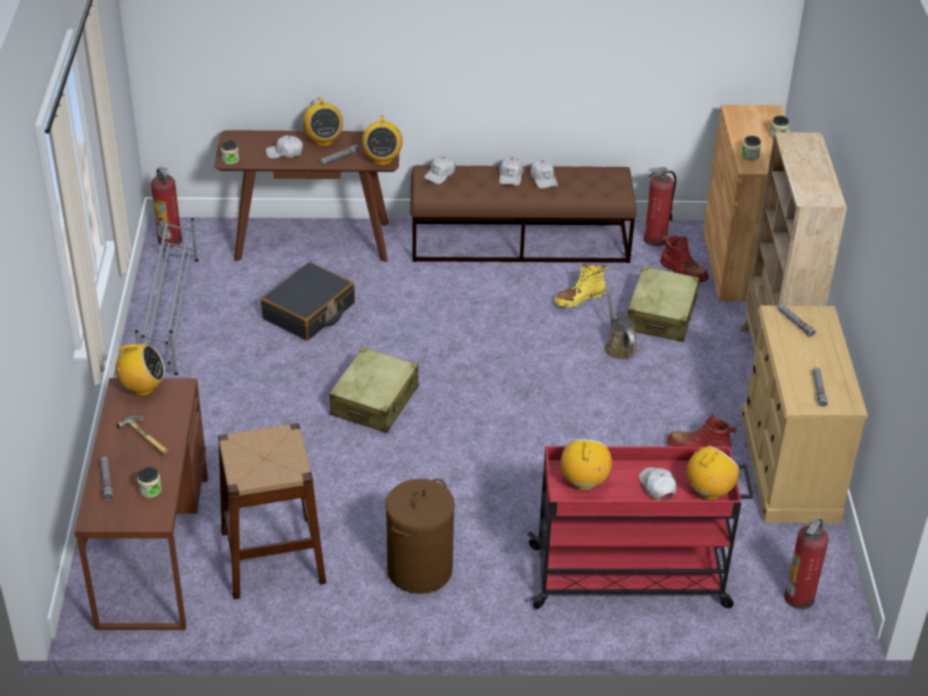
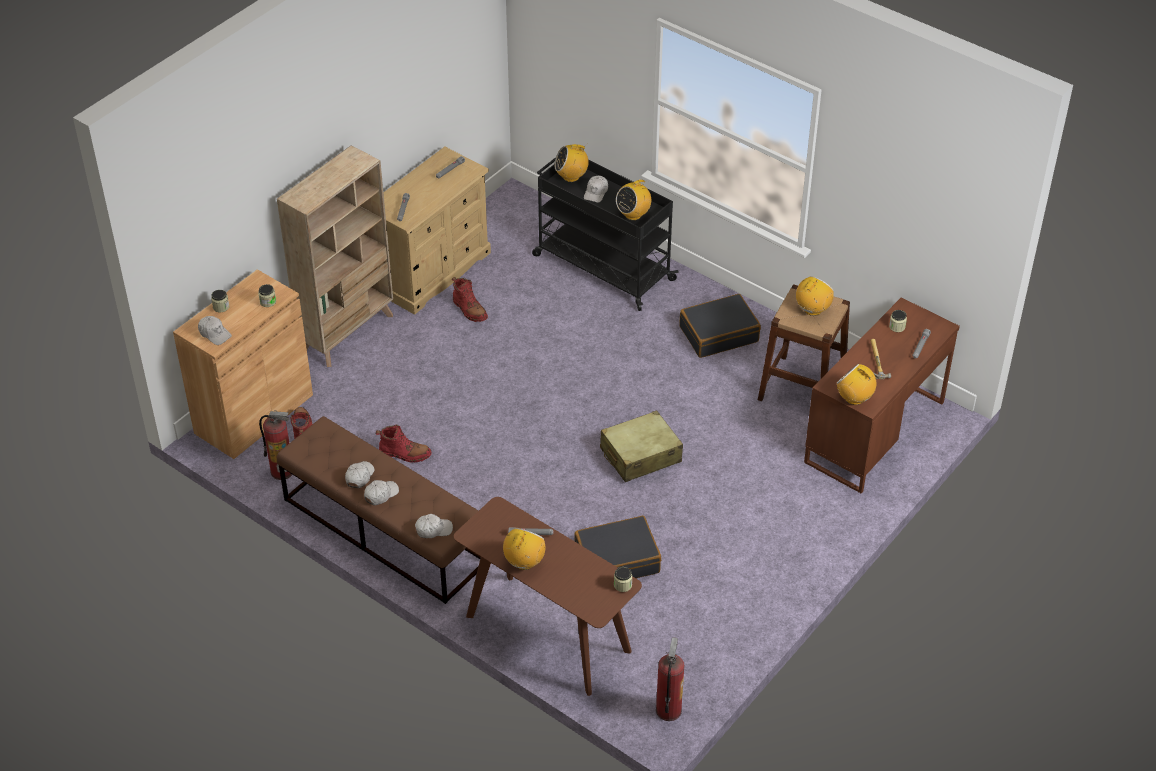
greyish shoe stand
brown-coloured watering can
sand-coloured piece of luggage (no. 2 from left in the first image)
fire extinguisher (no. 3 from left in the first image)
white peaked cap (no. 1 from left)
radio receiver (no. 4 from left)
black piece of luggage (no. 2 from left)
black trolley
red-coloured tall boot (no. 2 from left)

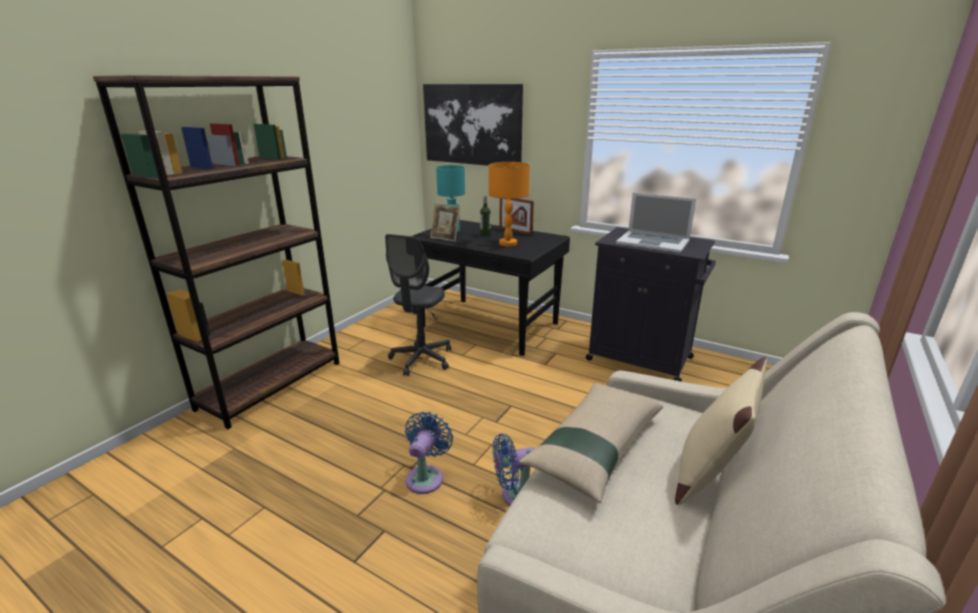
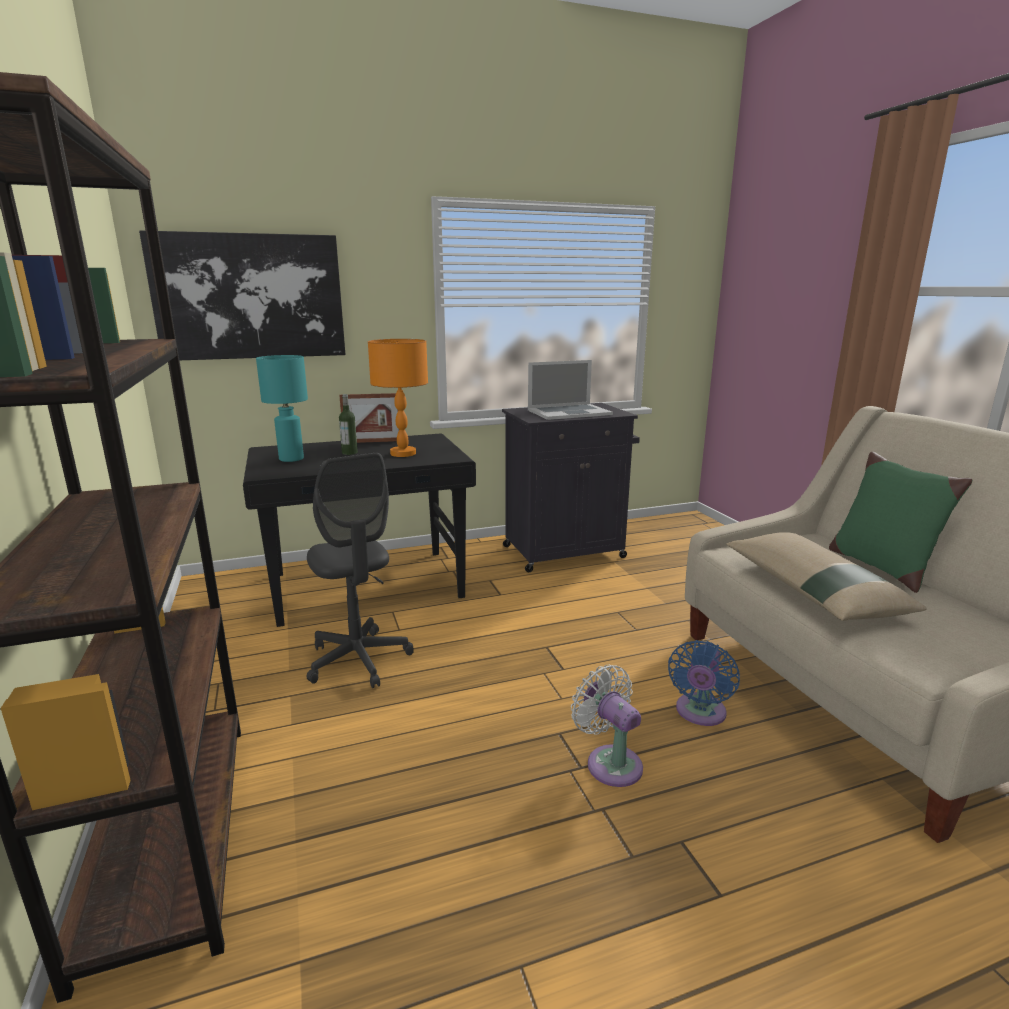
picture frame (no. 1 from left in the first image)
white cooling fan
greenish cushion

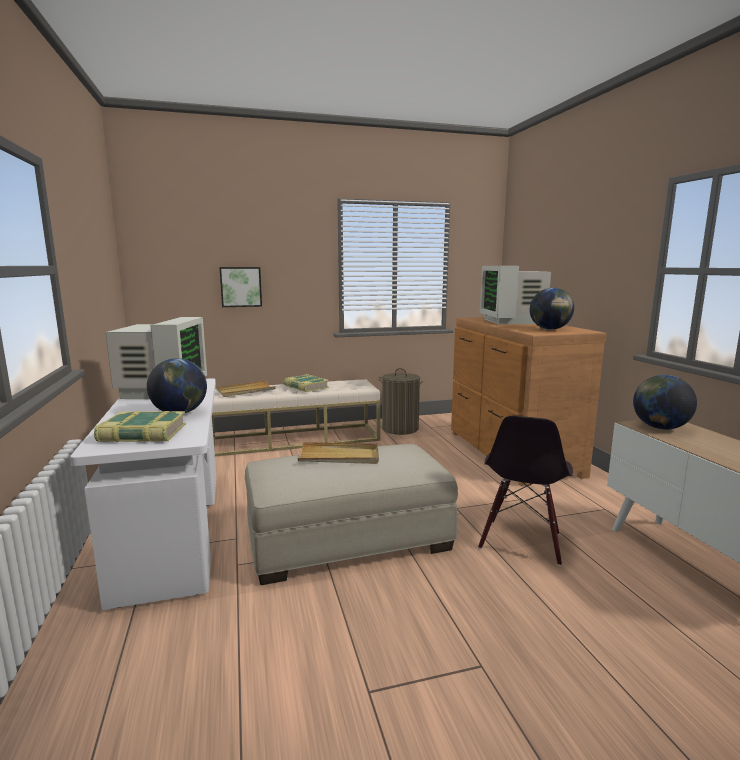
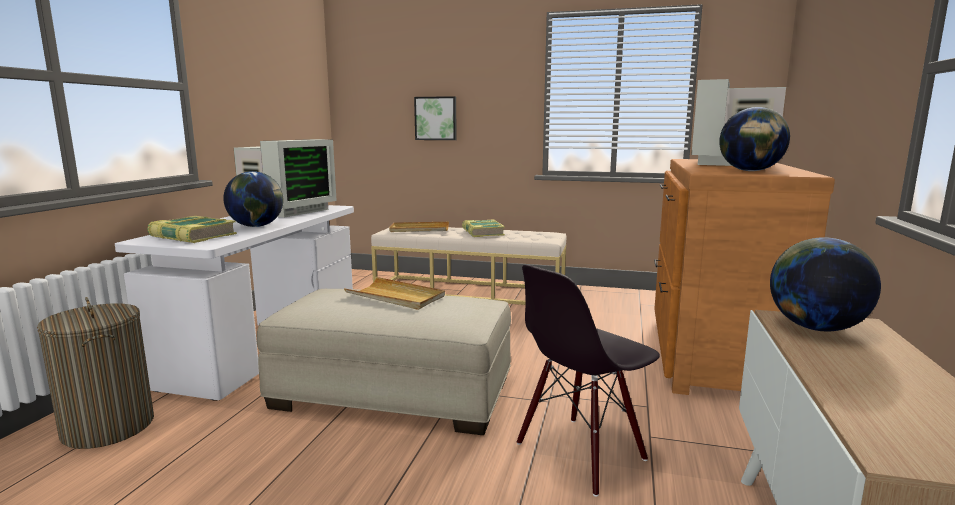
washing basket

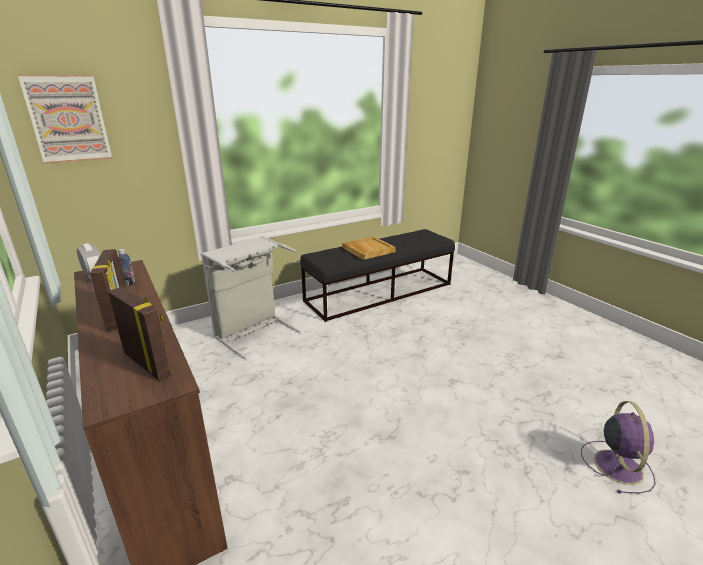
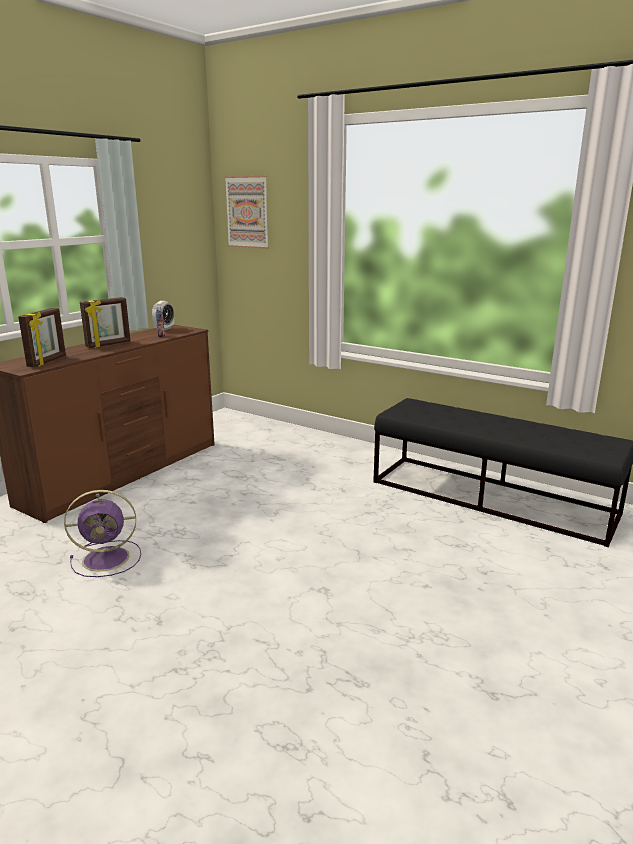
greyish washing basket
sand-coloured tray
purple-coloured cooling fan

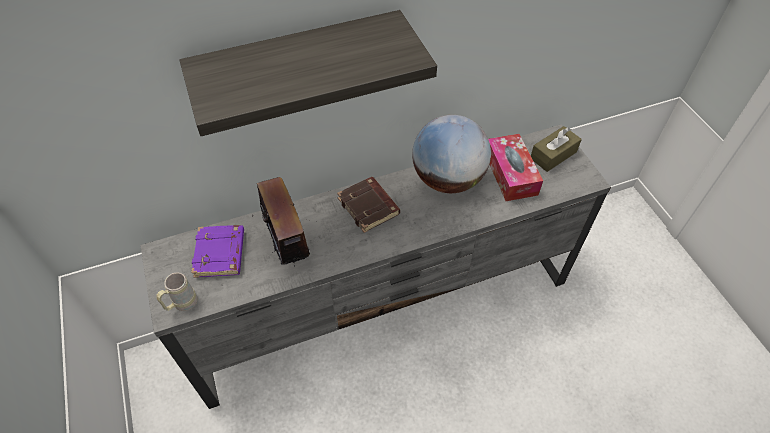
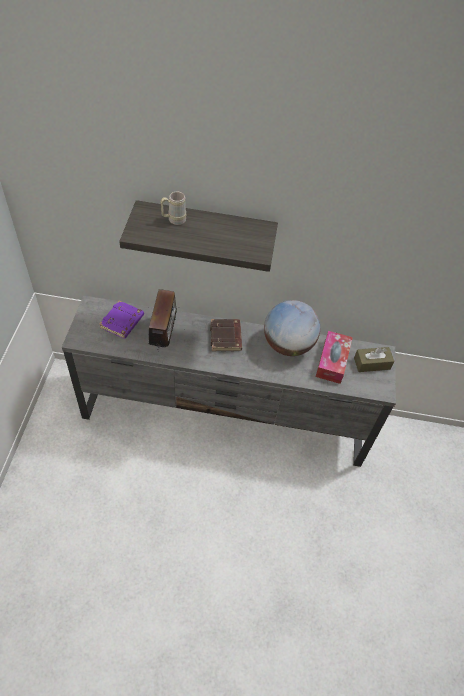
sand-coloured coffee mug

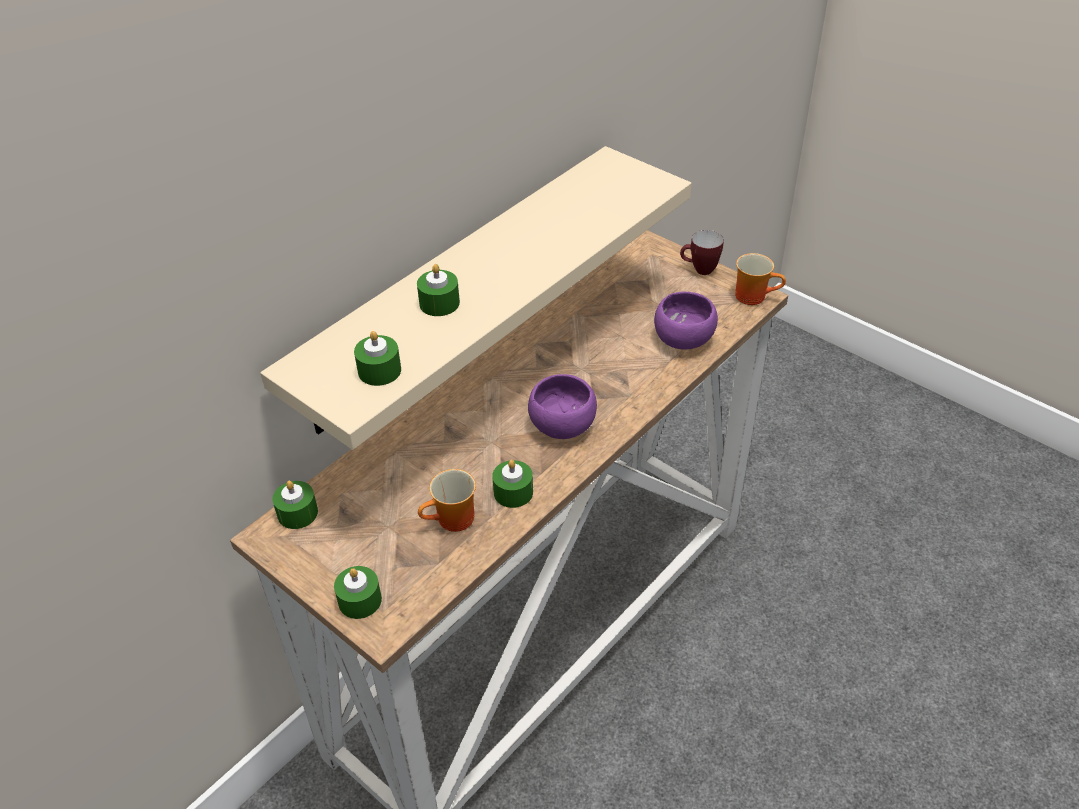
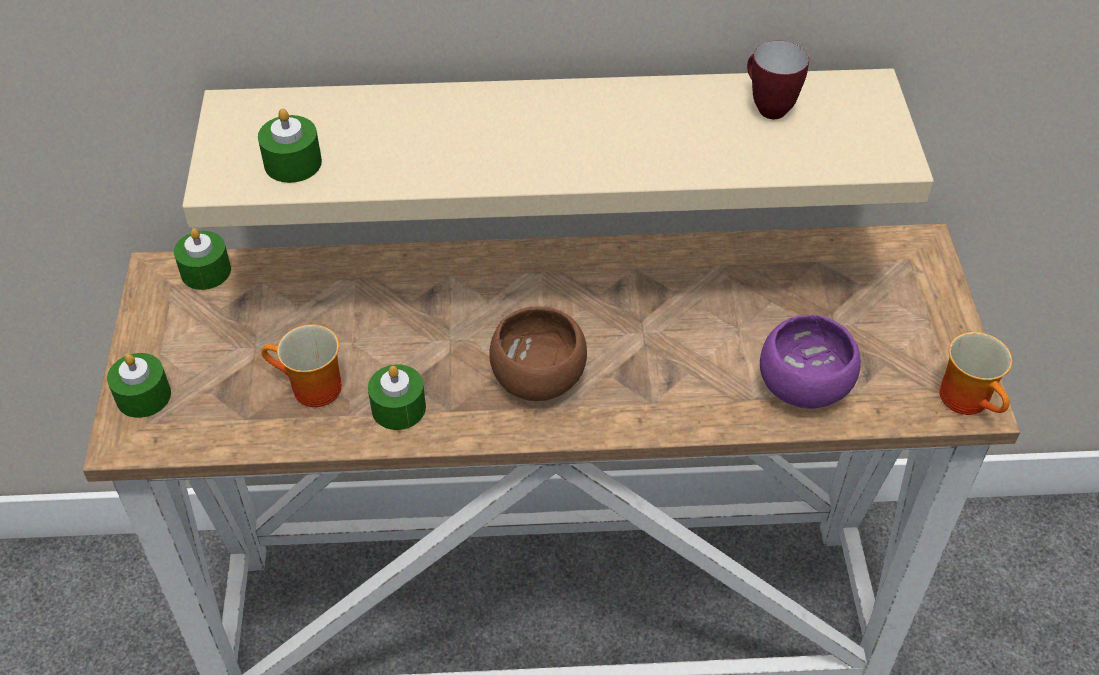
greenish wax light (no. 4 from left in the first image)
coffee mug (no. 2 from left)
brown-coloured serving bowl

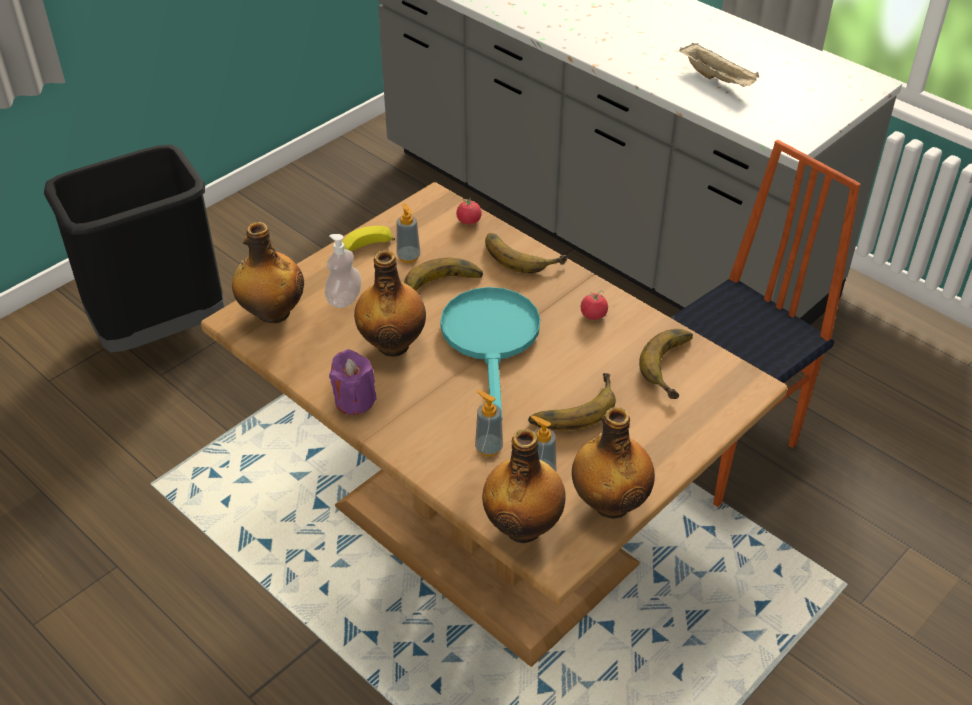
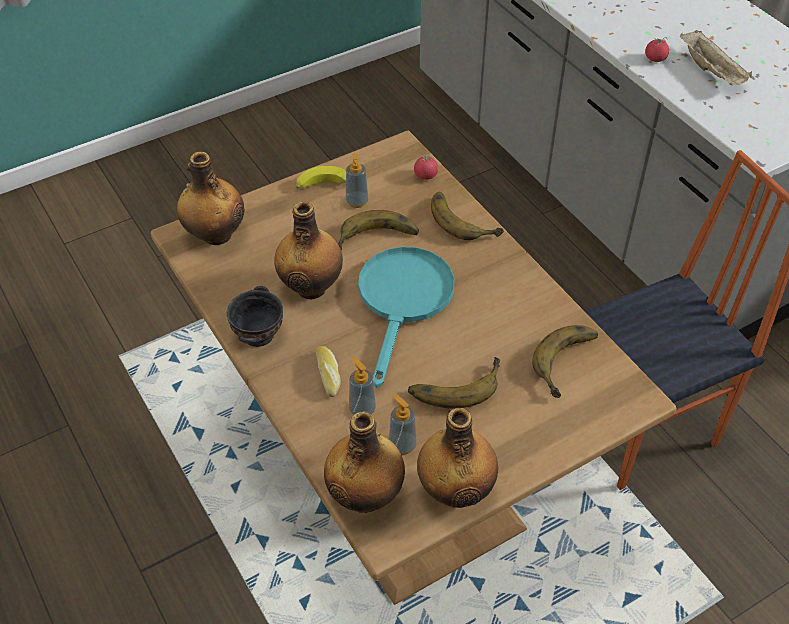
black waste bin
soap dispenser (no. 1 from left in the first image)
baked bread
whole tomato (no. 2 from left)
black serving bowl

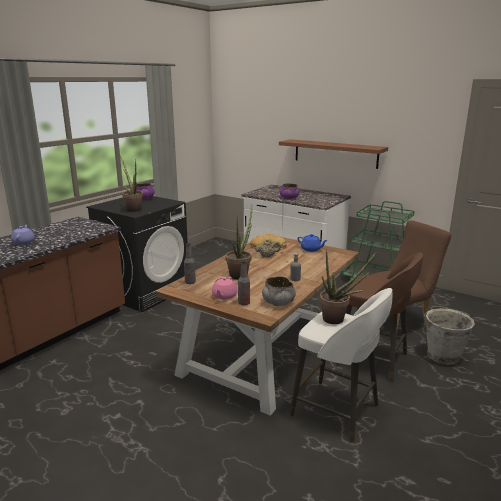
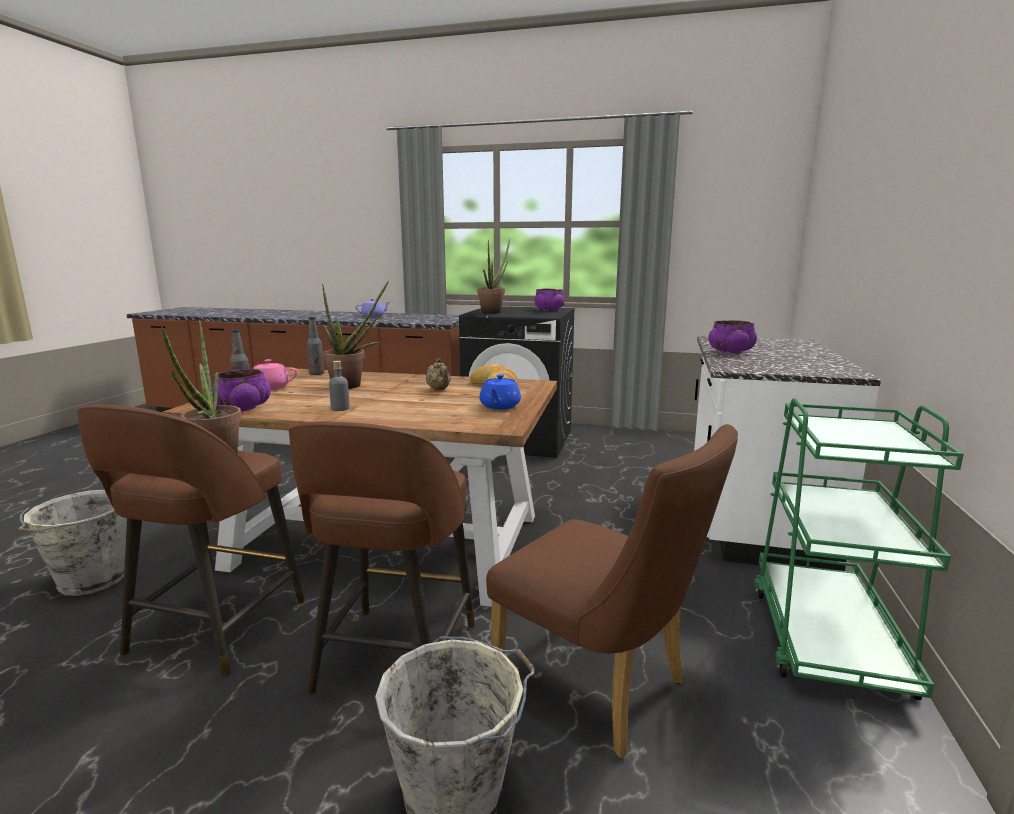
brown-coloured shelf
greyish bucket (no. 1 from left)
purple-coloured serving bowl (no. 1 from left)
brown-coloured stool seat (no. 1 from left)

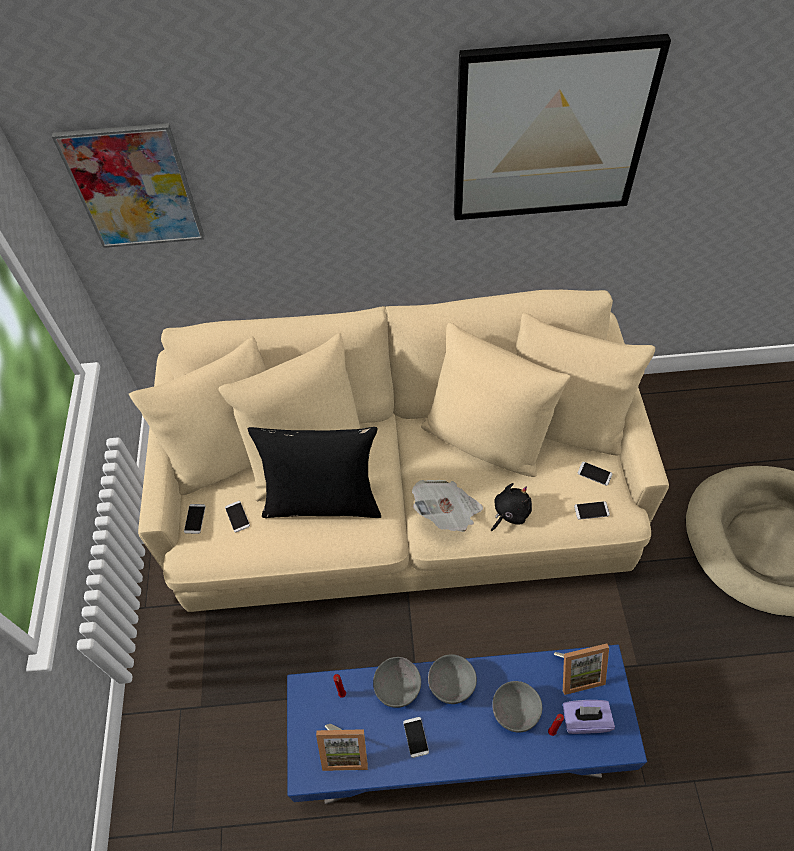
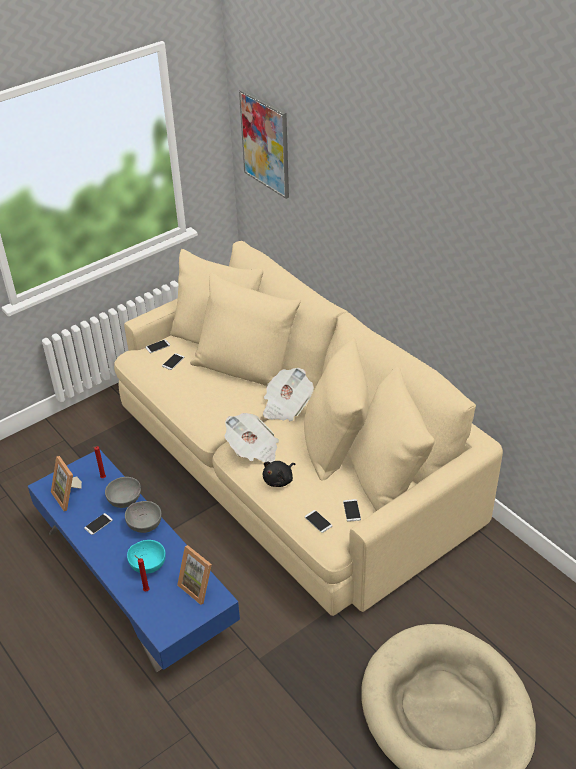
black cushion
wall art (no. 2 from left in the first image)
purple-coloured tissue box
daily paper (no. 2 from left)
turquoise-coloured serving bowl
black soft toy

